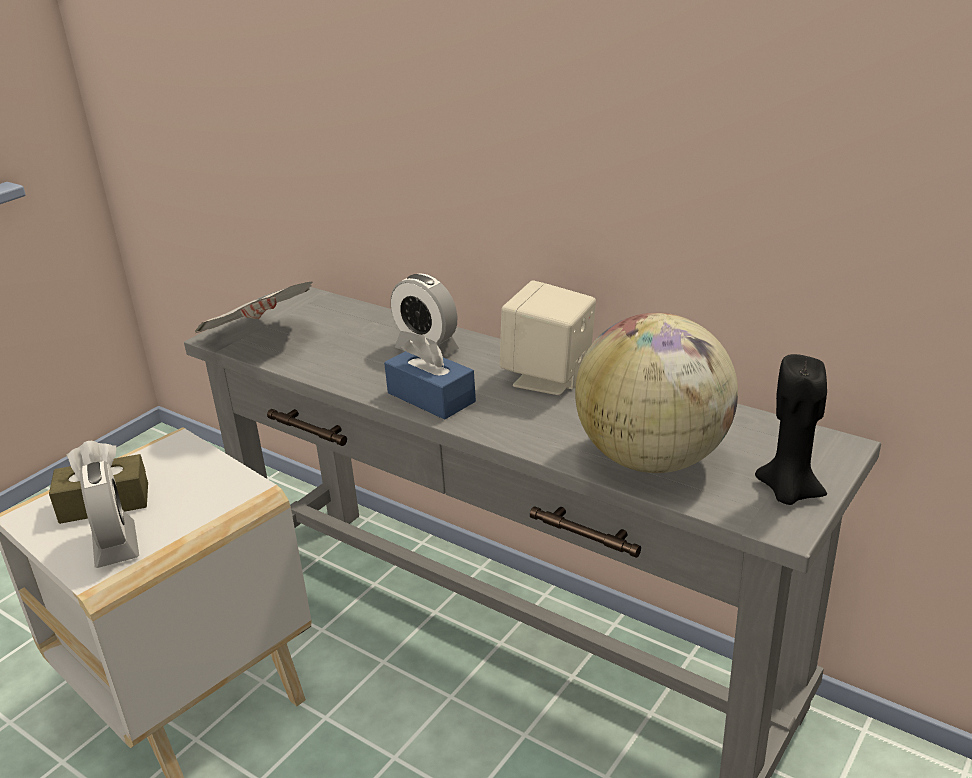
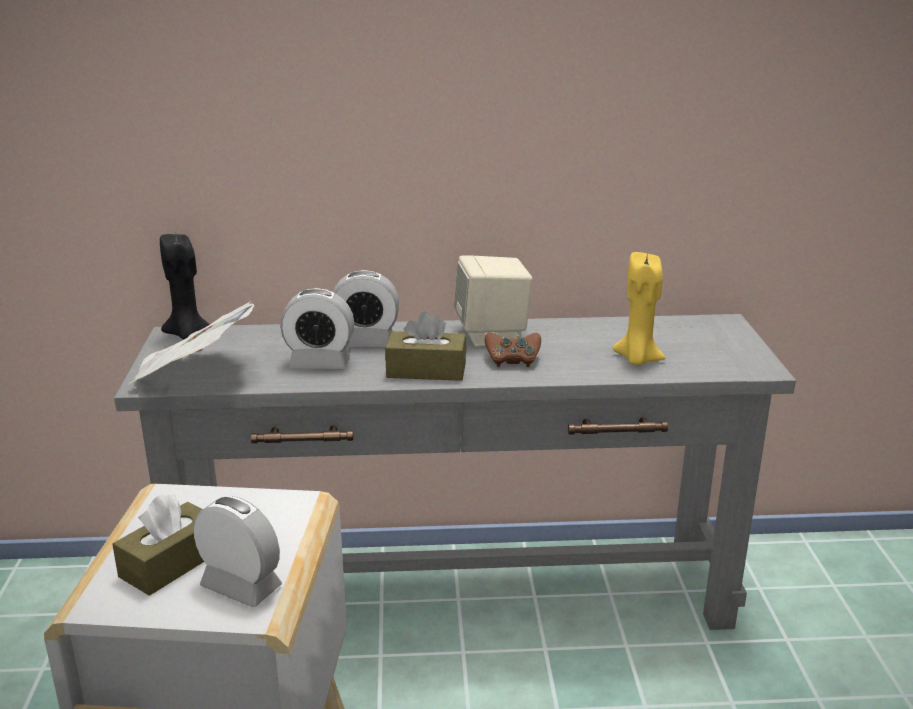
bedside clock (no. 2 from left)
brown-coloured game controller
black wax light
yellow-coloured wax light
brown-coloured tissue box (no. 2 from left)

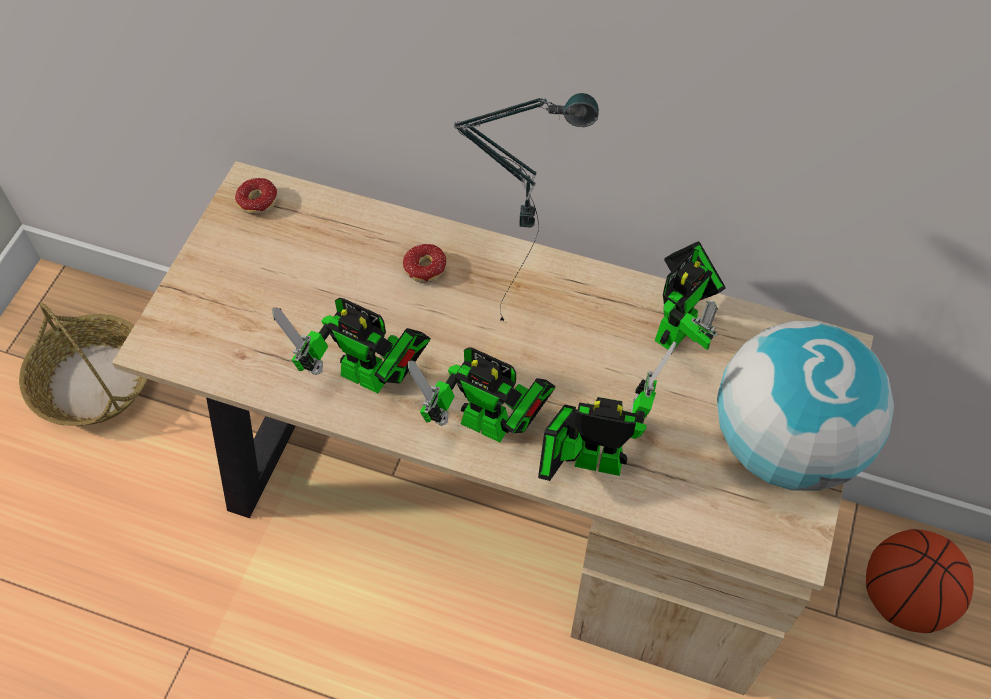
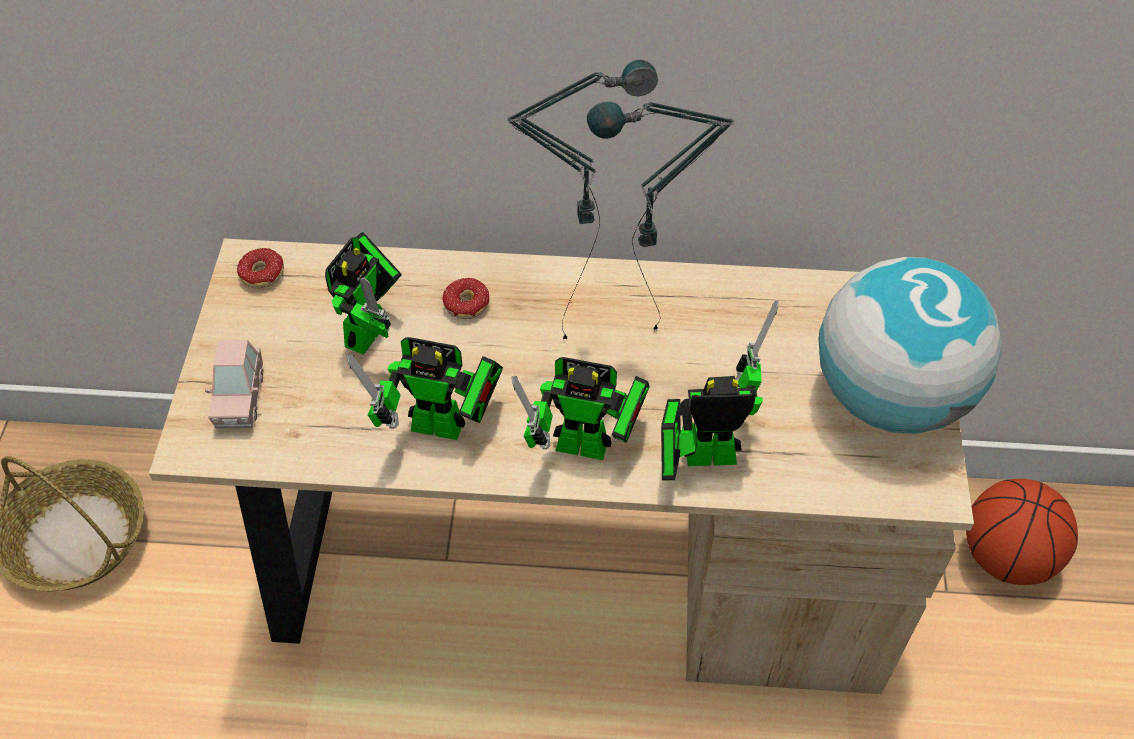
pinkish toy car
tabletop lamp (no. 2 from left)
robot figure (no. 1 from left)

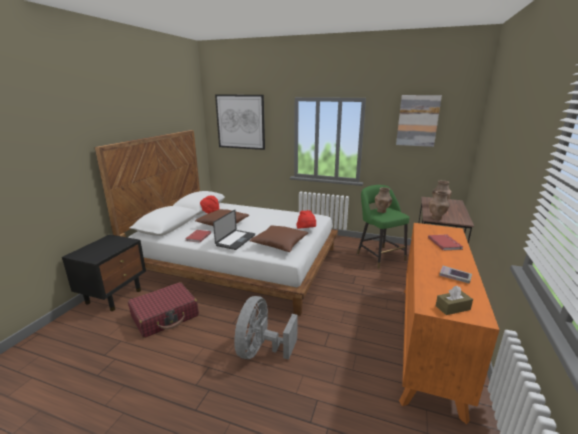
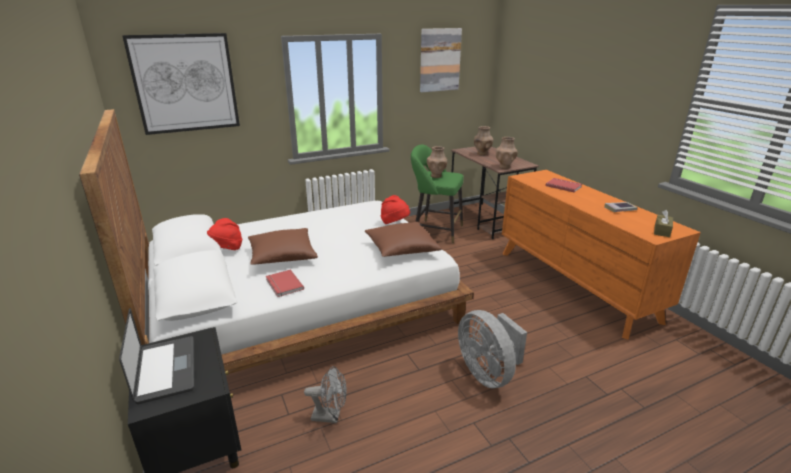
laptop
greyish cooling fan (no. 1 from left)

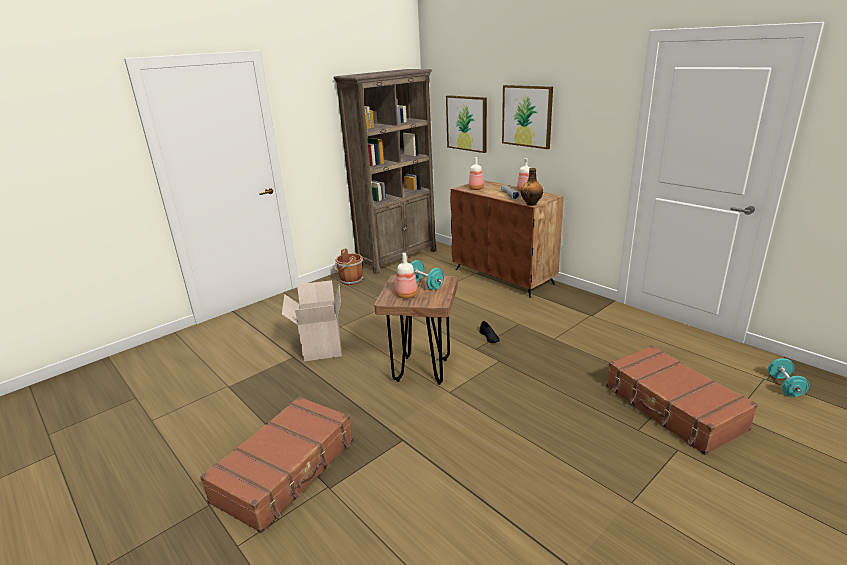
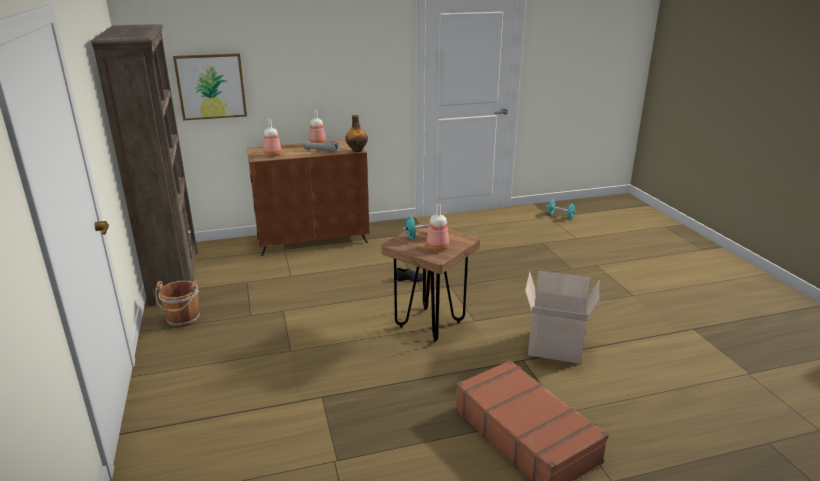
wall art (no. 2 from left in the first image)
brown-coloured piece of luggage (no. 2 from left in the first image)
packing box

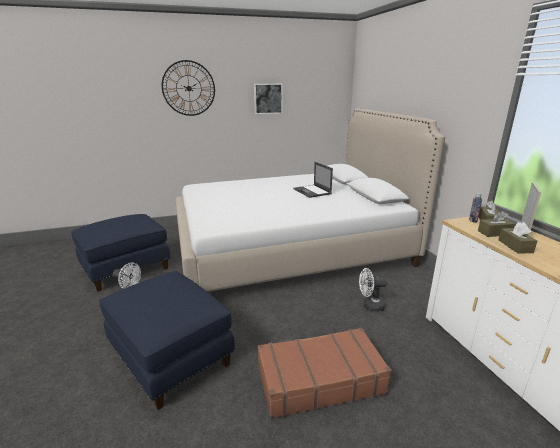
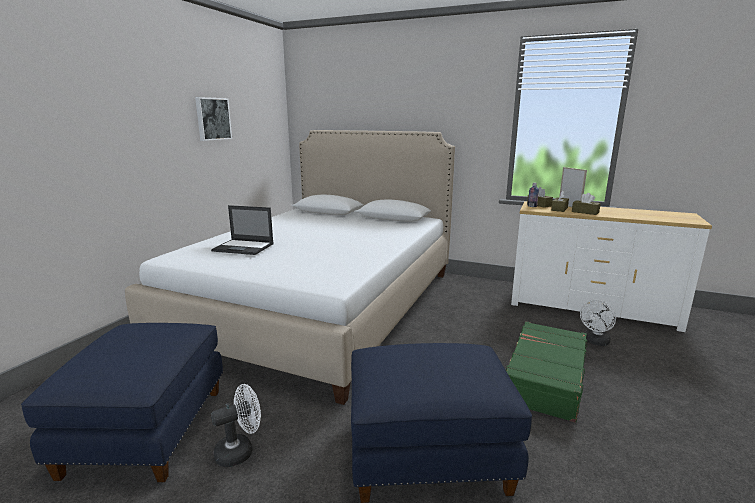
wall clock
laptop
white cooling fan (no. 2 from left)
greenish piece of luggage

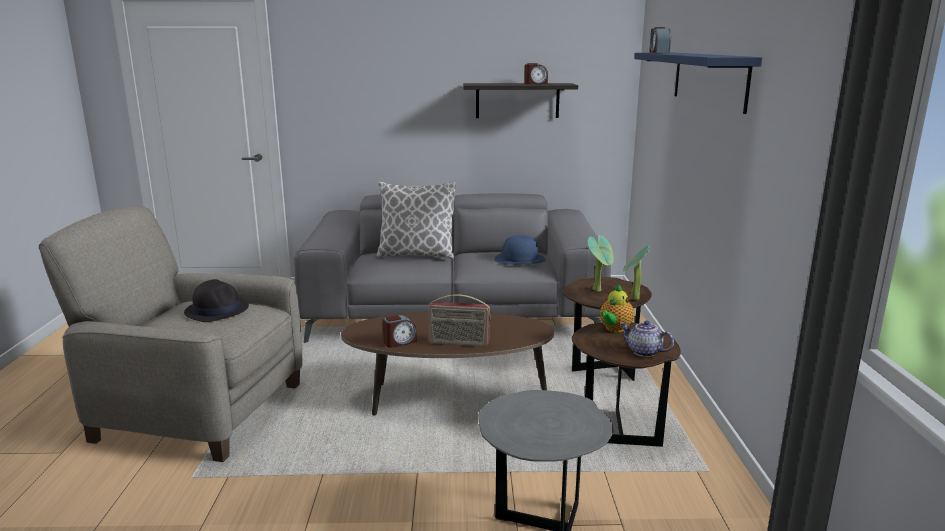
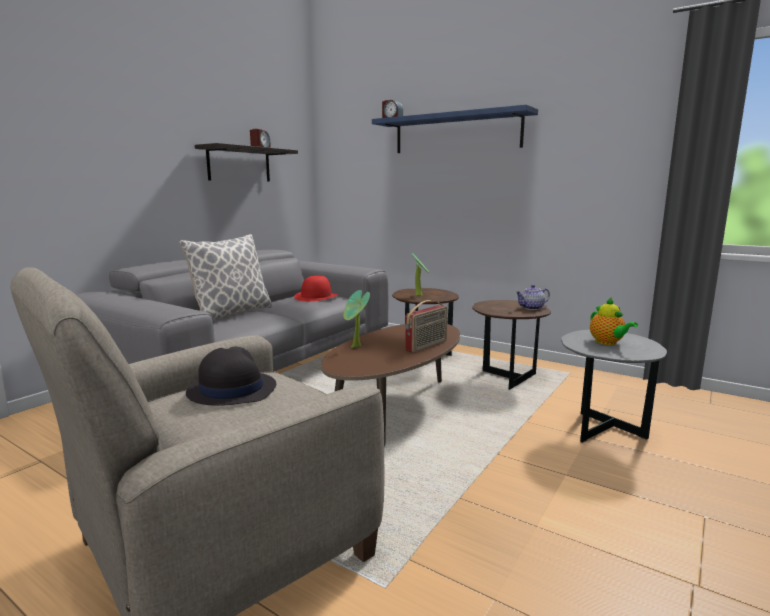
bedside clock (no. 1 from left in the first image)
pot for tea (no. 2 from left)
plant in a pot (no. 1 from left)
red-coloured clothing hat

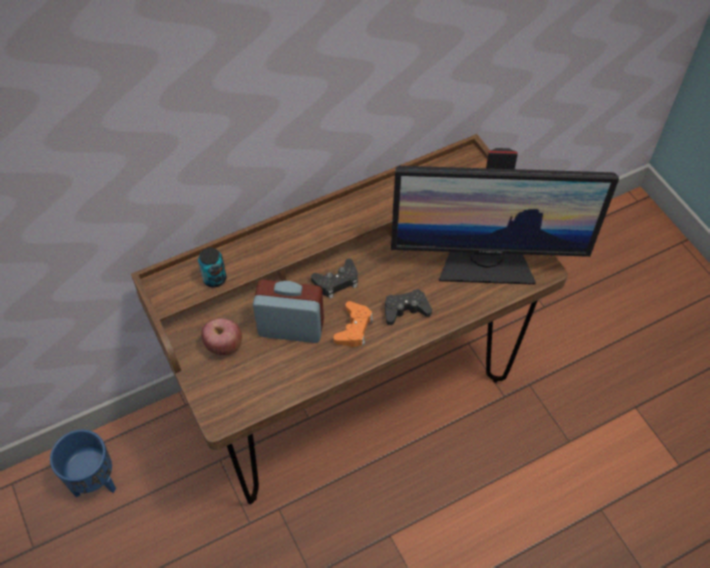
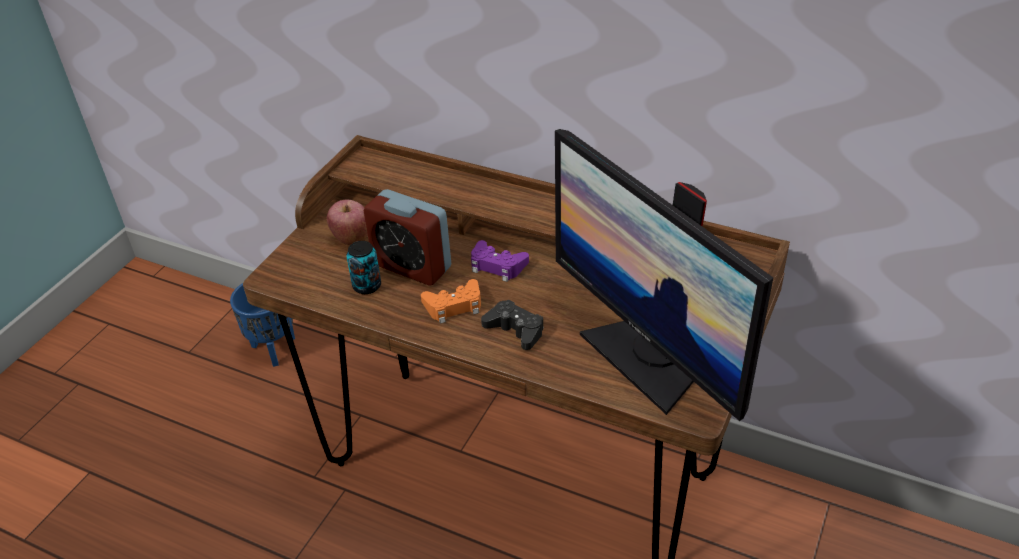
can
purple-coloured game controller
bedside clock

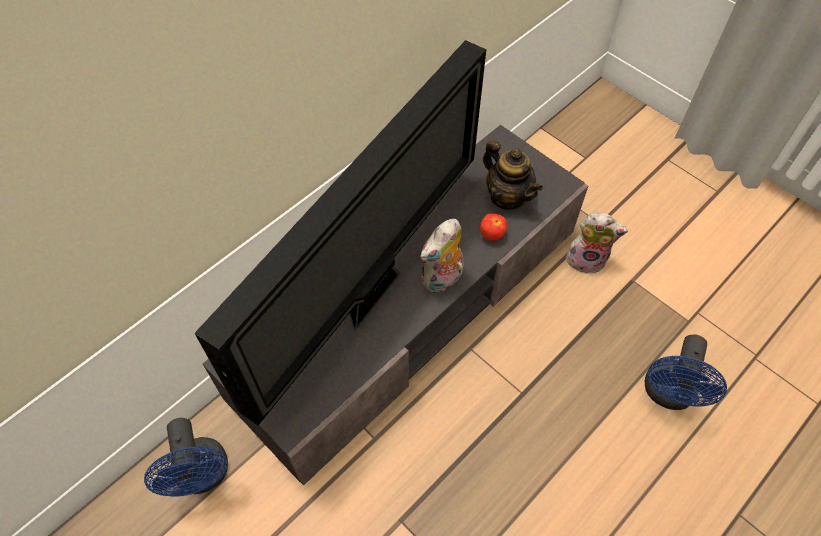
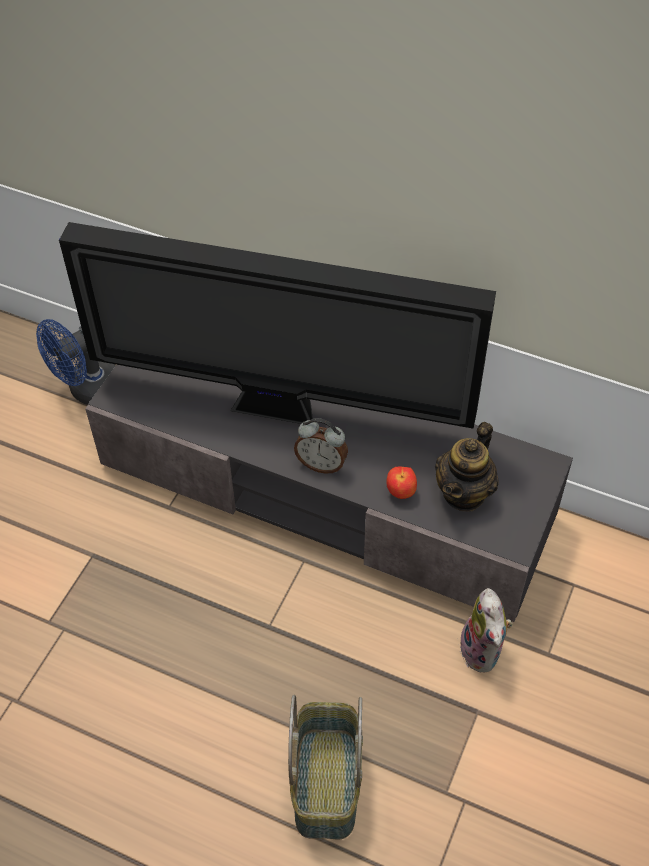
bedside clock
household basket

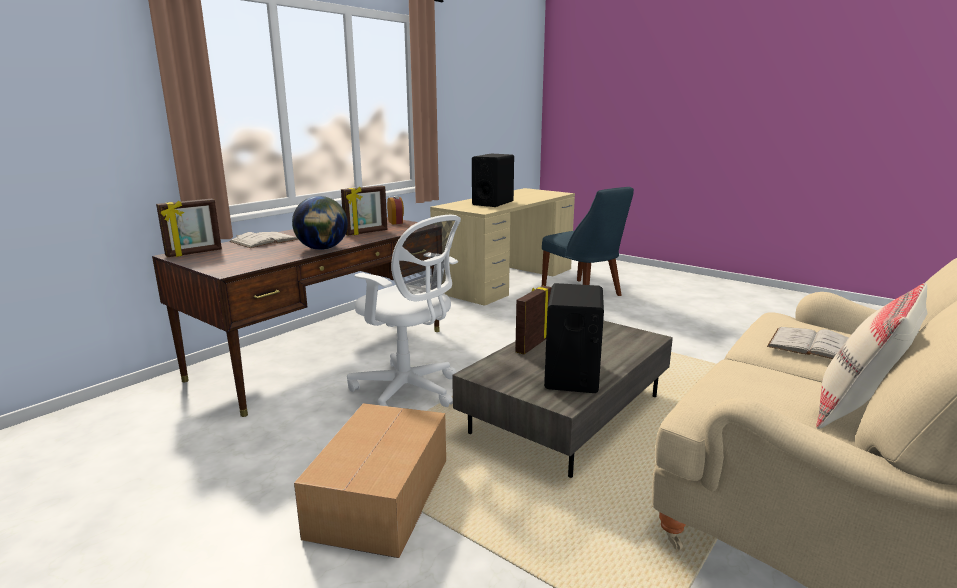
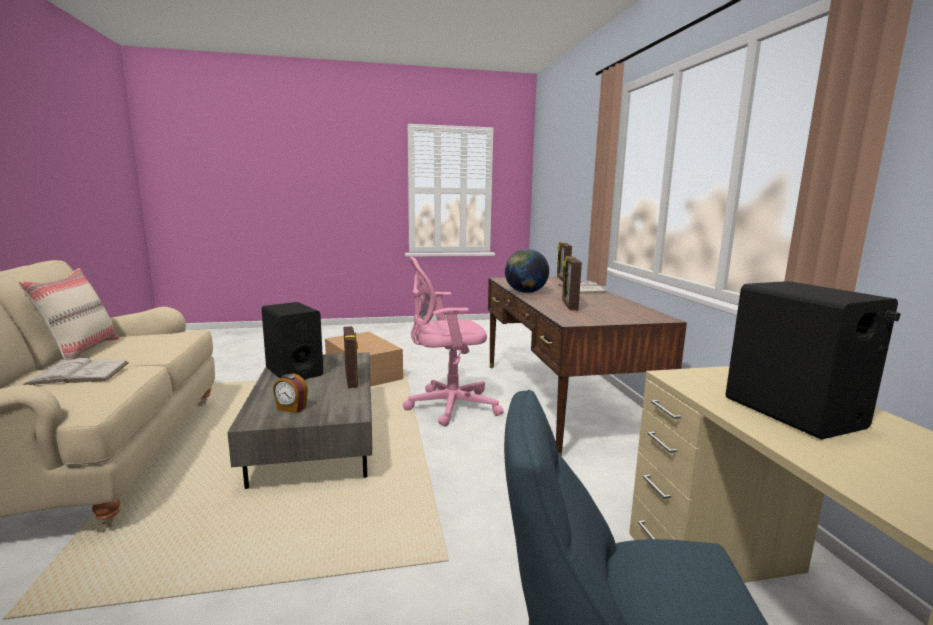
bedside clock
pinkish desk chair

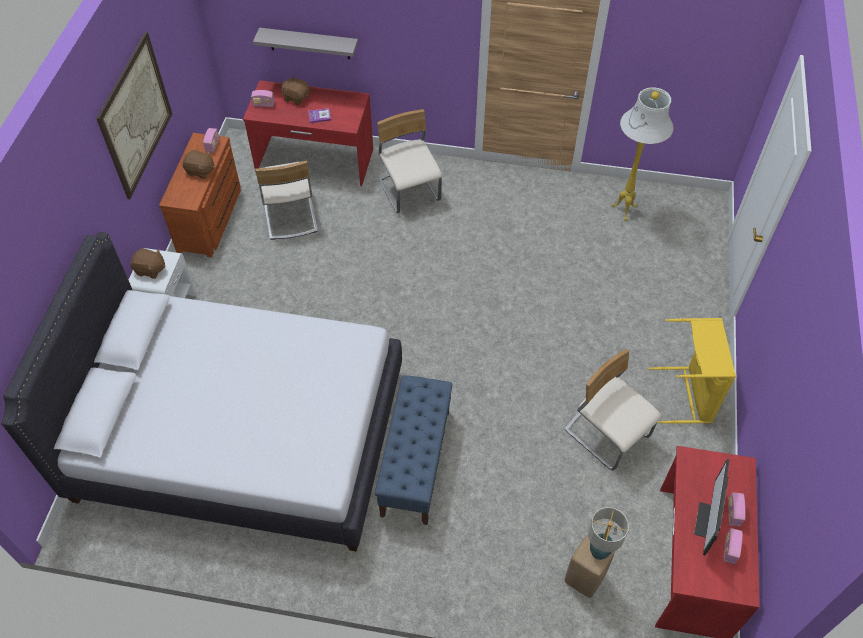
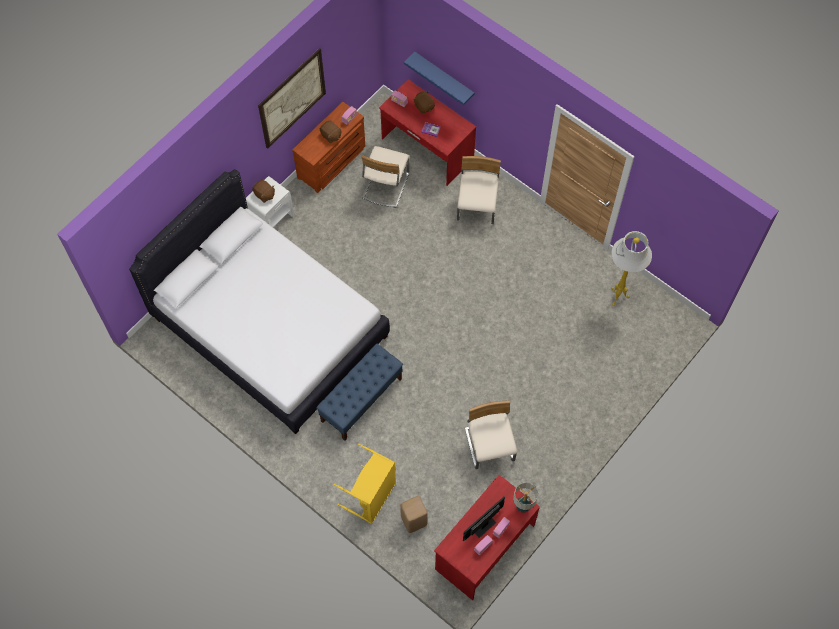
tabletop lamp
yellow-coloured washing basket
bluish shelf

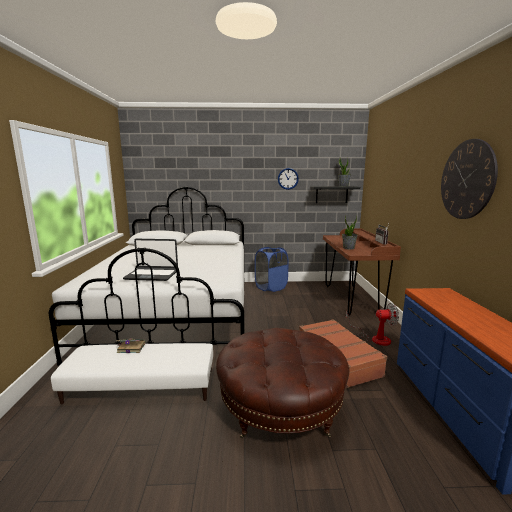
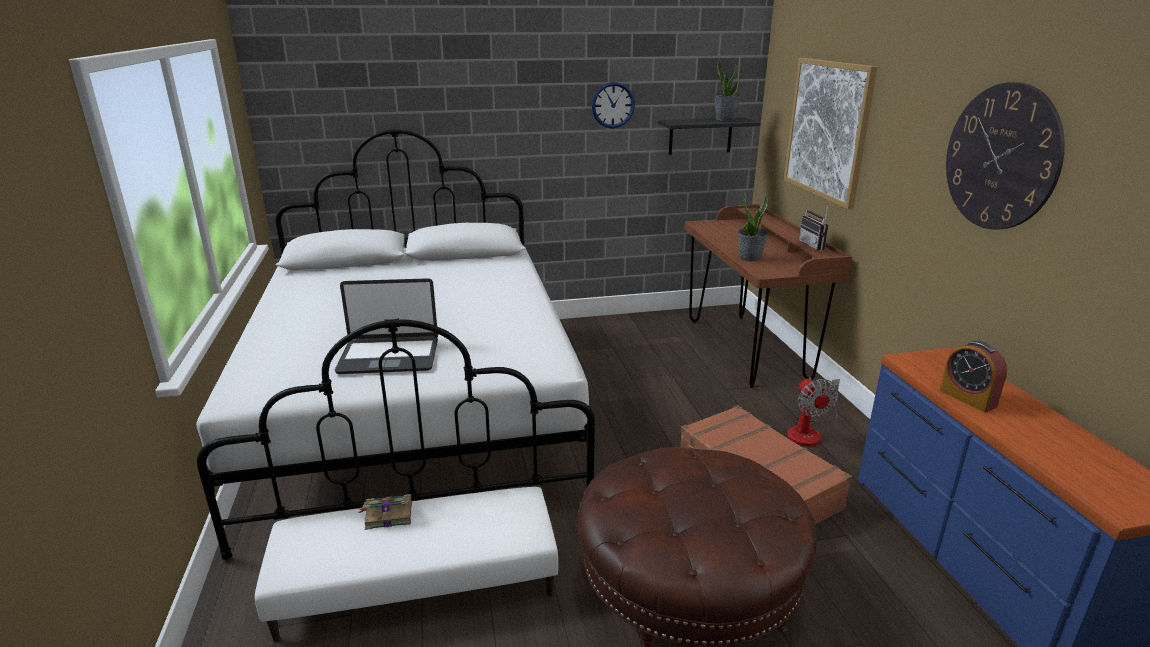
bluish washing basket
wall art
bedside clock
cooling fan

